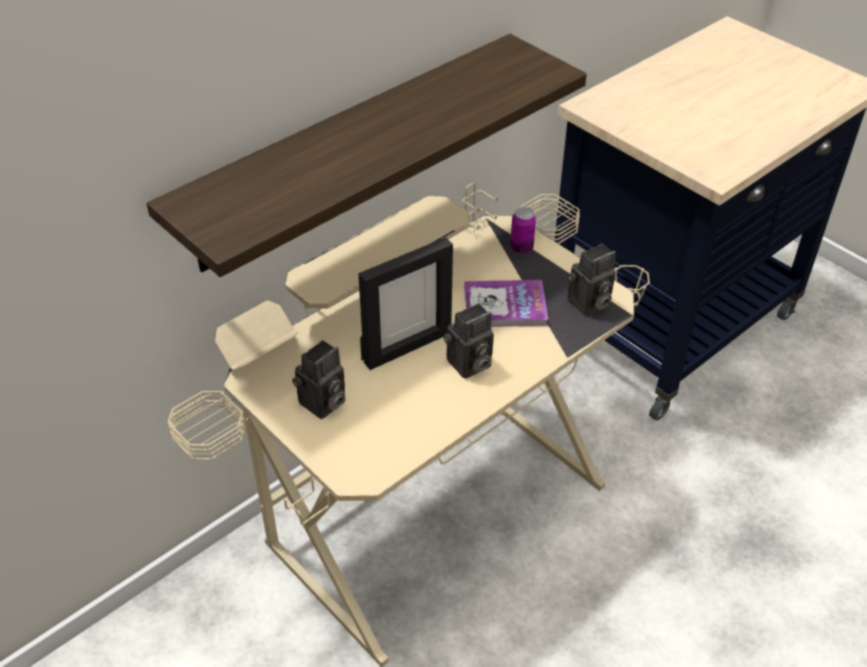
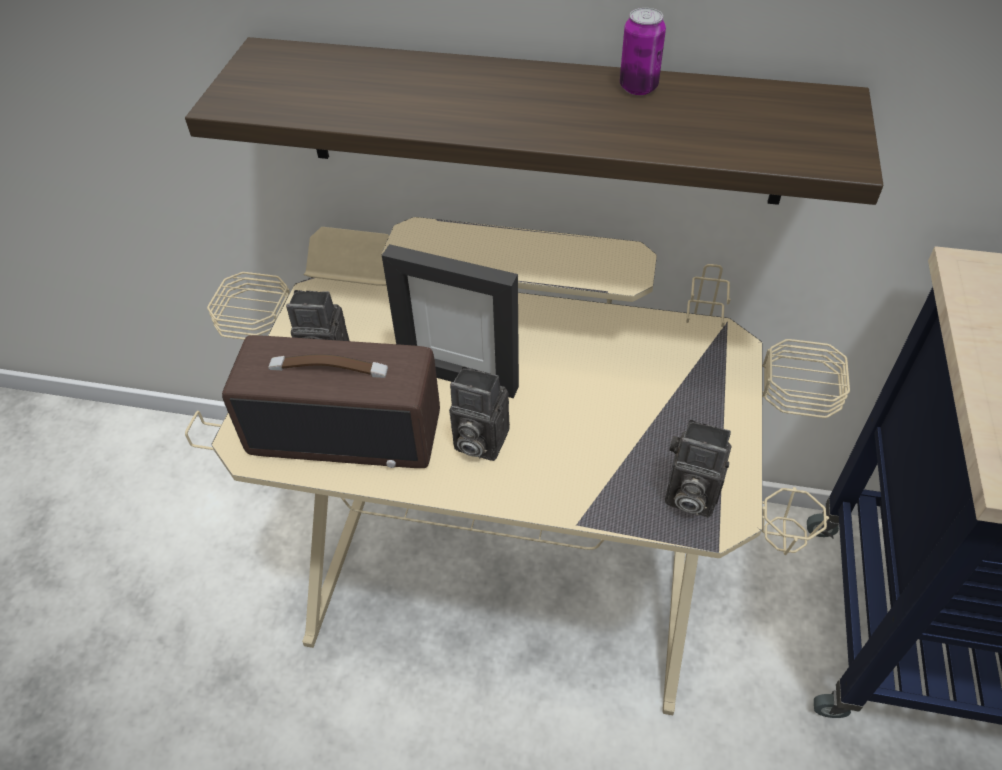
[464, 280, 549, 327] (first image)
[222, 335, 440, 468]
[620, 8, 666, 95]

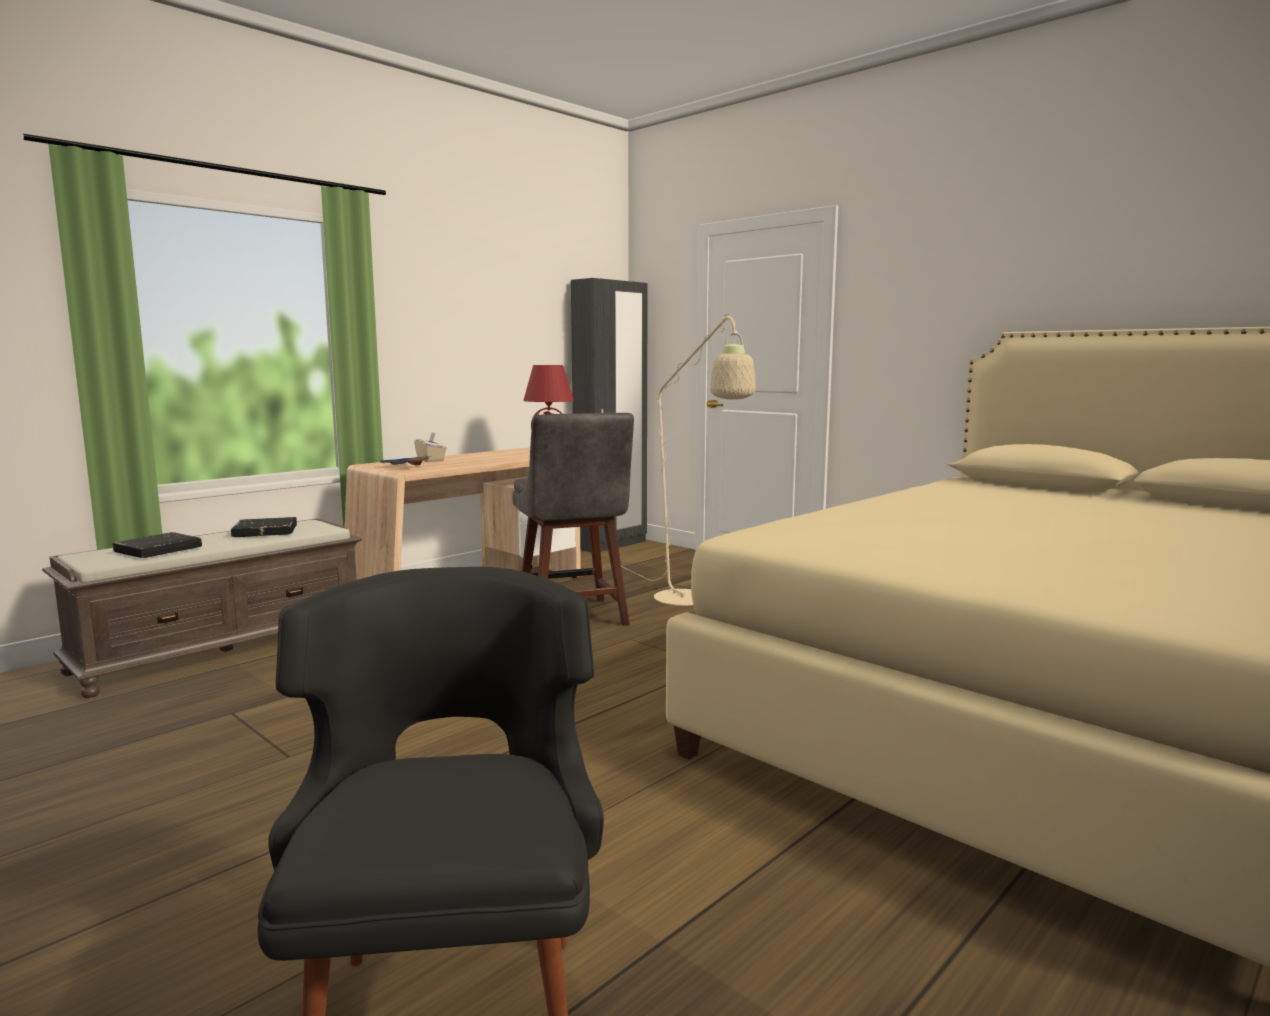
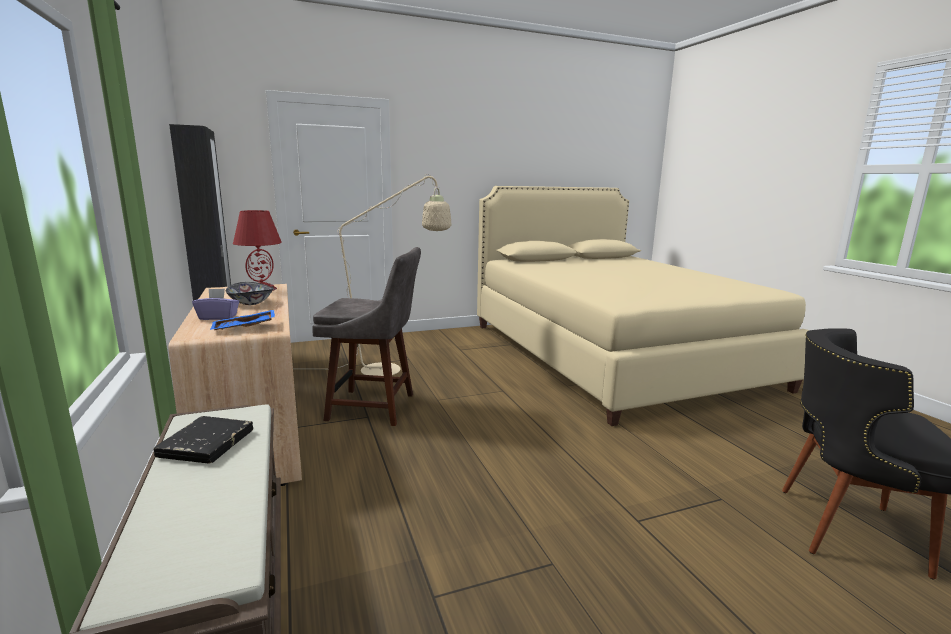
[113, 532, 202, 558] (first image)
[226, 282, 273, 305]
[192, 289, 239, 320]

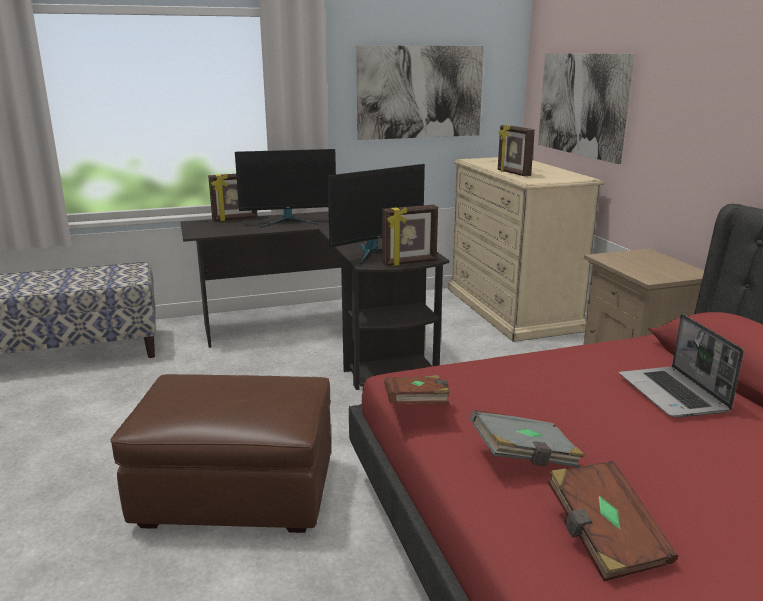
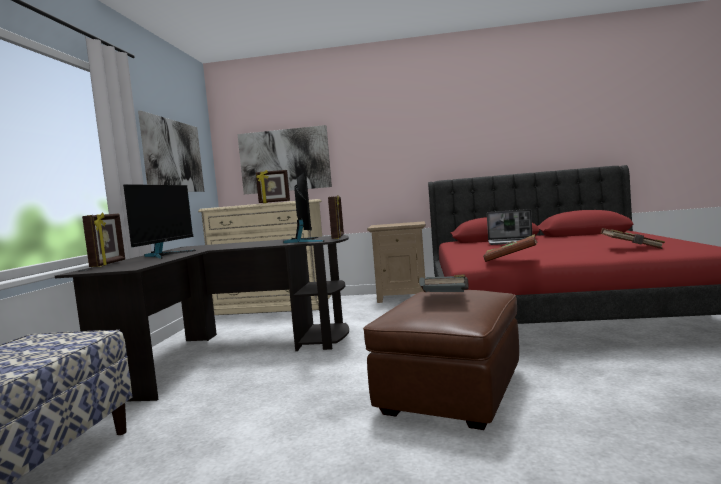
[419, 274, 469, 292]

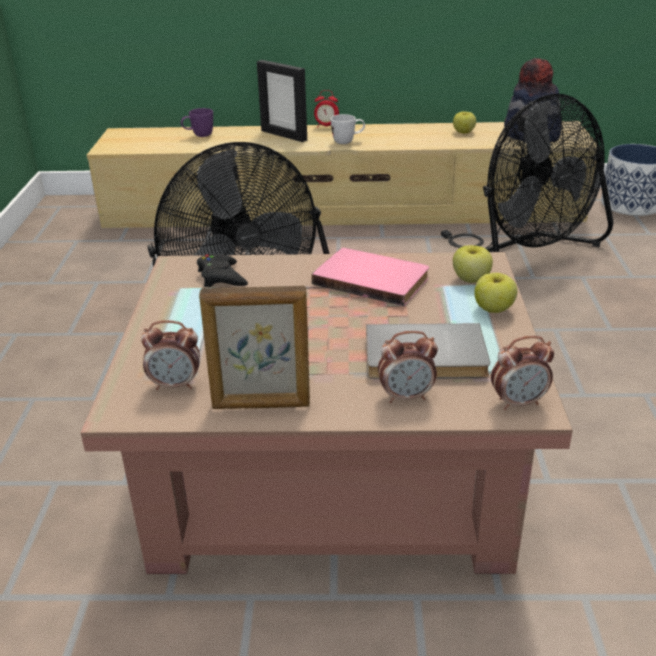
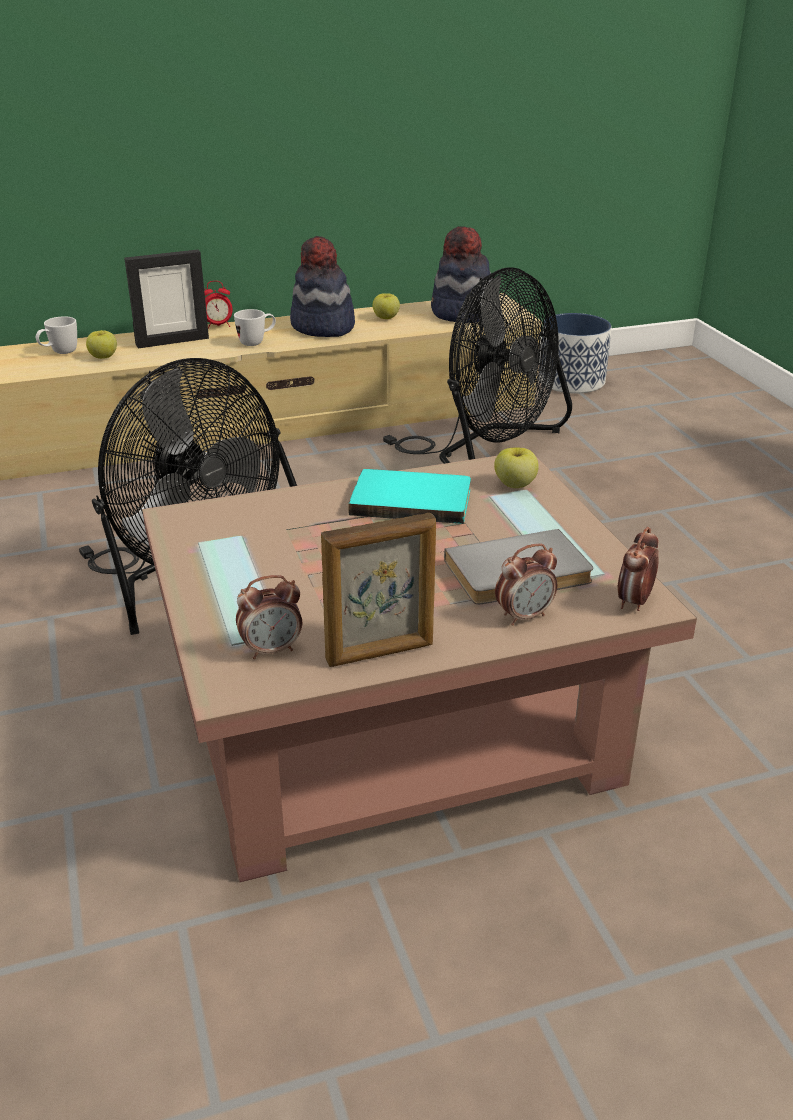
[197, 254, 248, 287] (first image)
[290, 236, 355, 337]
[86, 330, 117, 359]
[36, 316, 77, 354]
[348, 469, 471, 524]
[124, 249, 209, 348]
[617, 527, 659, 611]

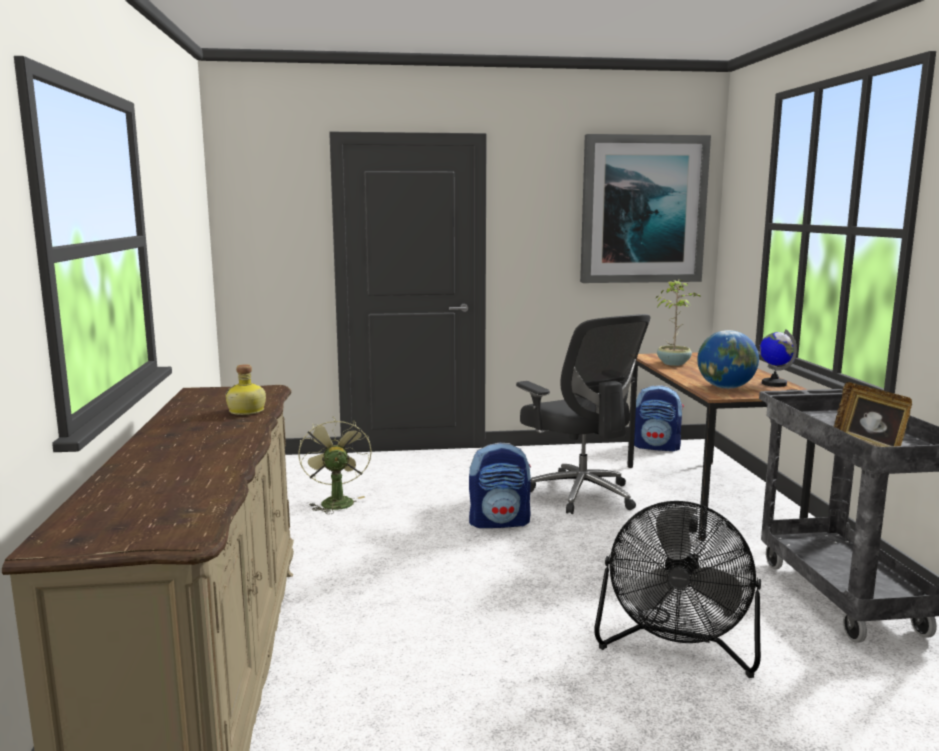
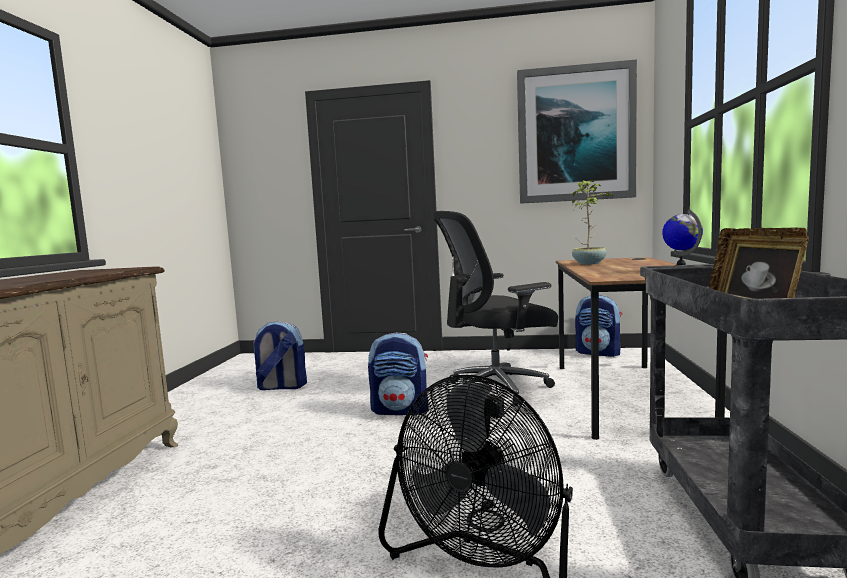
[225, 364, 266, 415] (first image)
[697, 330, 759, 389] (first image)
[252, 321, 307, 390]
[433, 211, 558, 406]

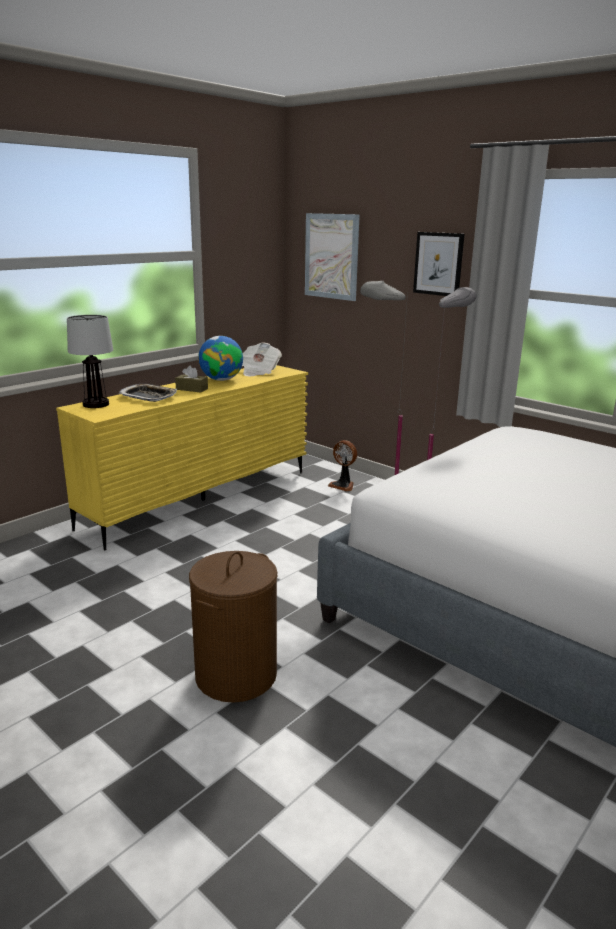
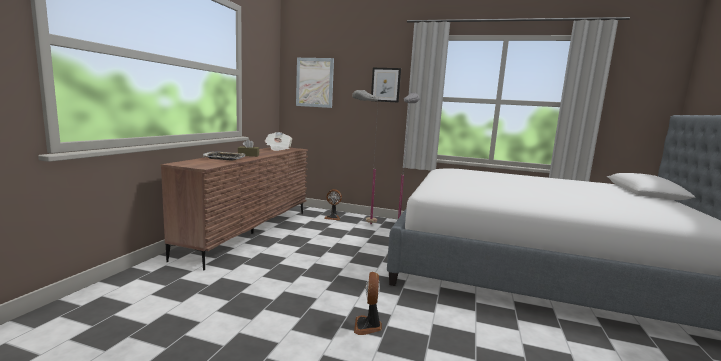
[67, 315, 113, 408] (first image)
[198, 336, 243, 381] (first image)
[354, 272, 382, 335]
[160, 147, 308, 270]

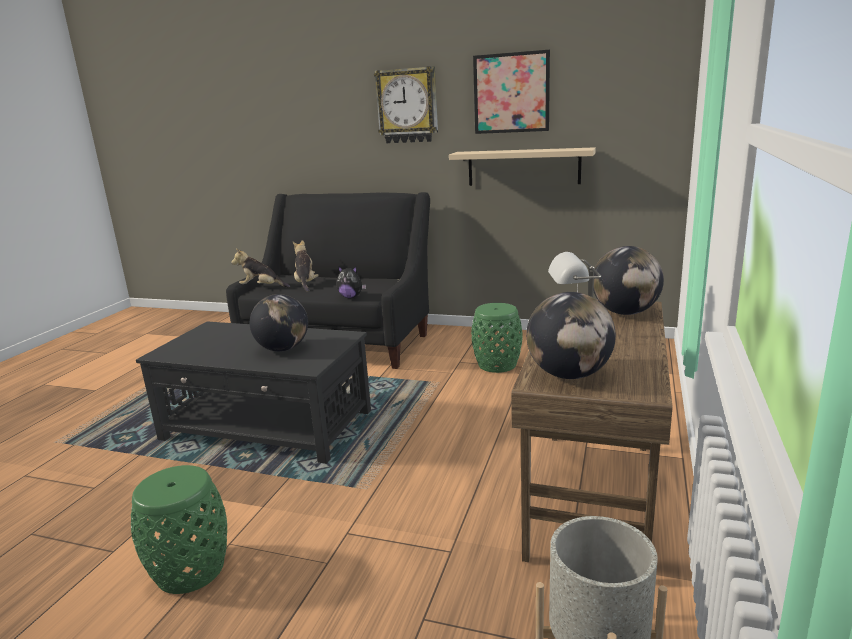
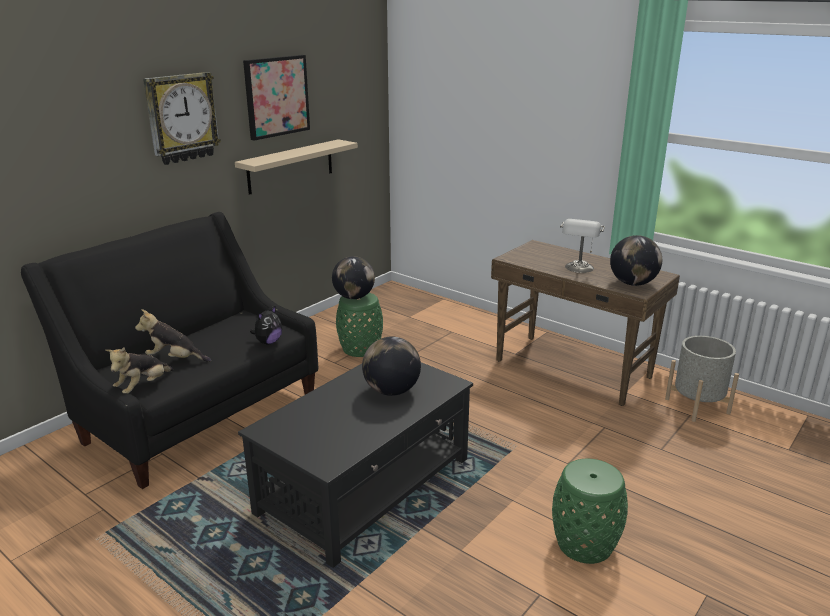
[332, 256, 375, 299]

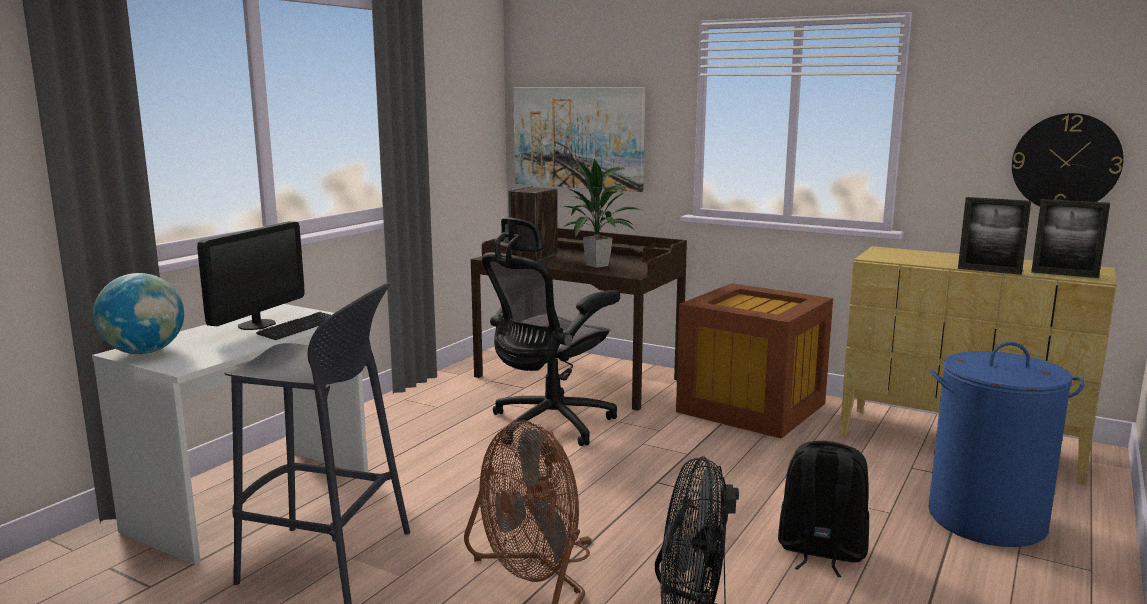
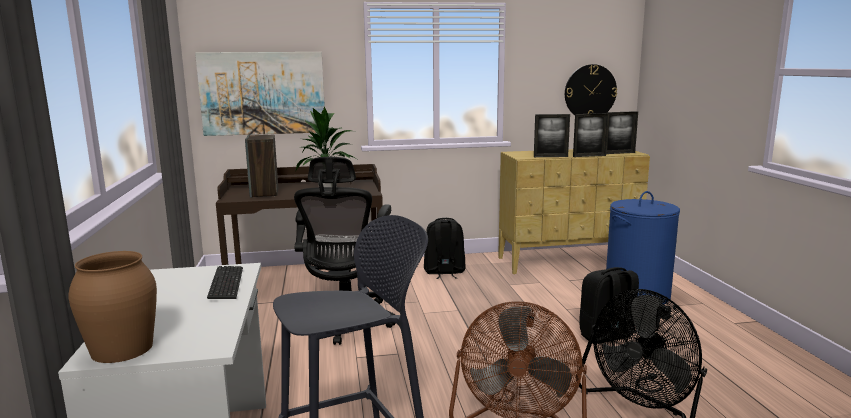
[197, 221, 305, 330] (first image)
[534, 114, 570, 157]
[69, 251, 157, 363]
[424, 218, 466, 279]

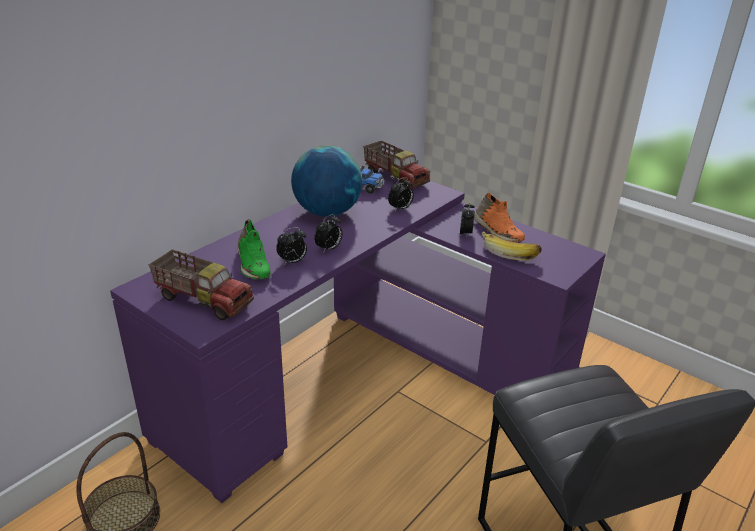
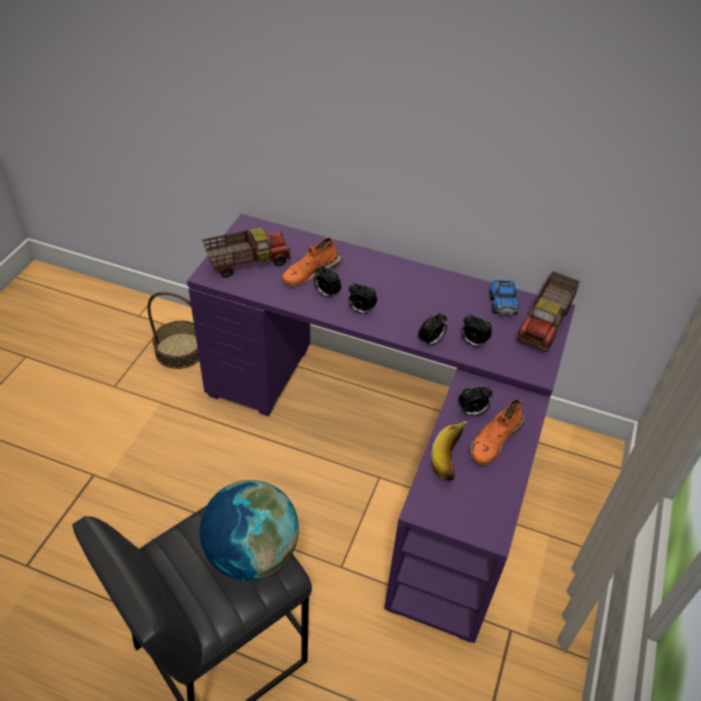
[418, 312, 447, 347]
[200, 480, 299, 581]
[282, 238, 342, 286]
[202, 228, 291, 278]

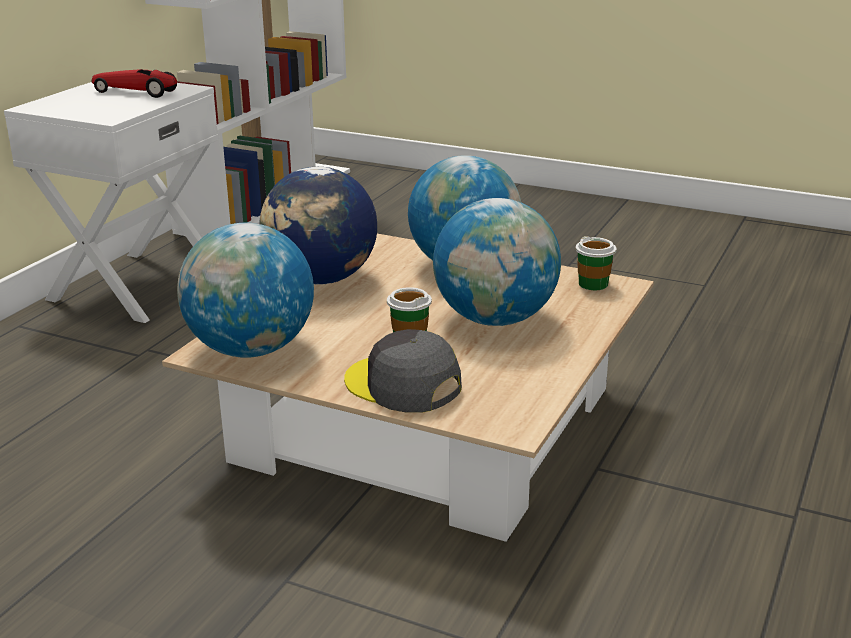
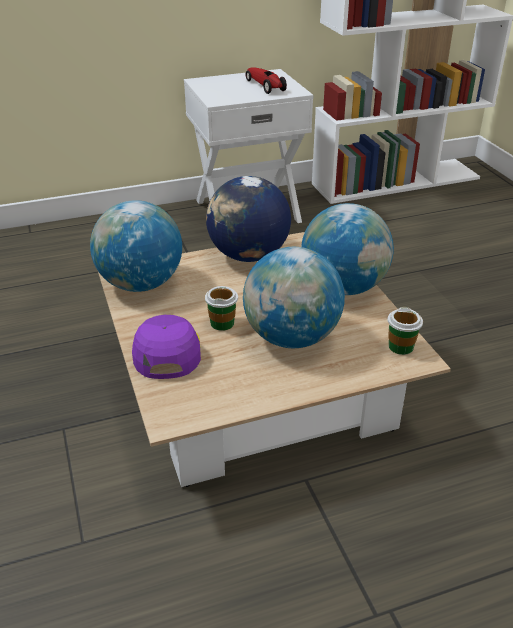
[132, 315, 201, 379]

